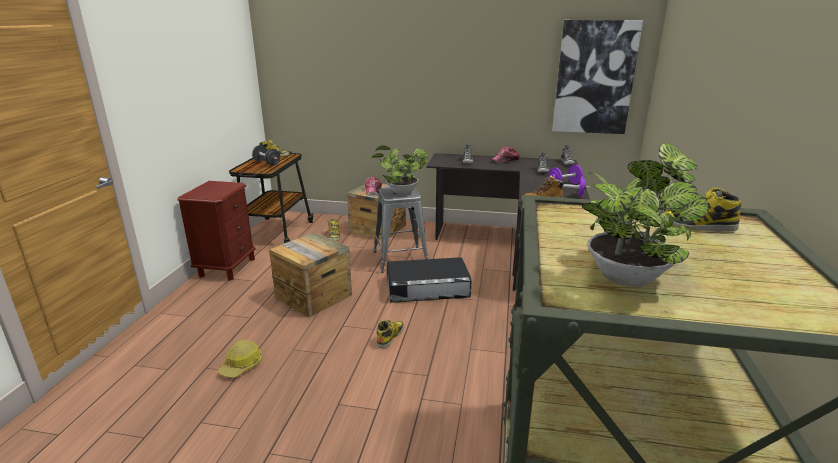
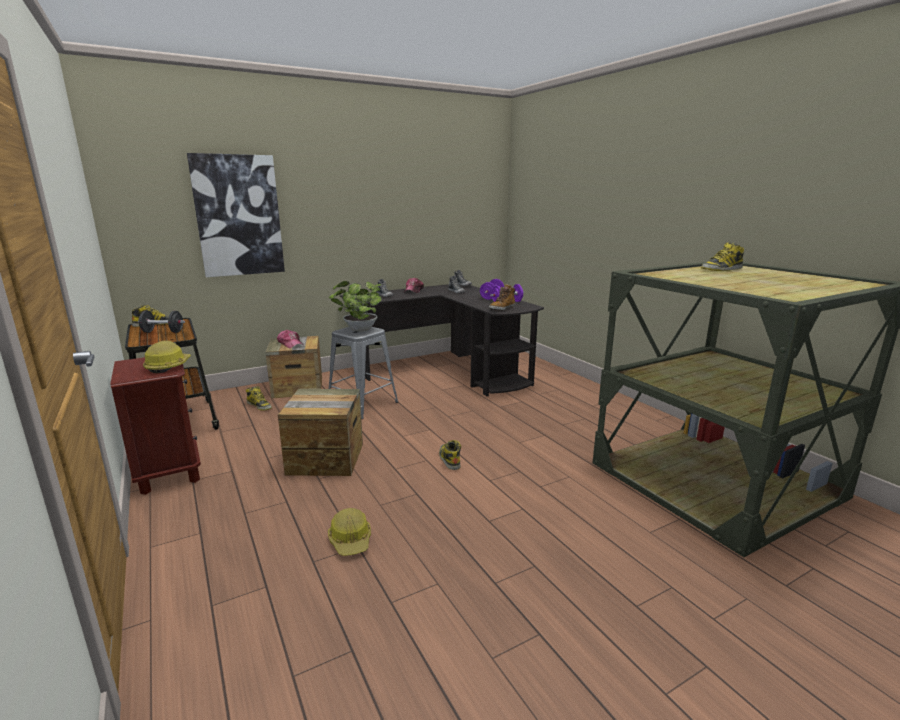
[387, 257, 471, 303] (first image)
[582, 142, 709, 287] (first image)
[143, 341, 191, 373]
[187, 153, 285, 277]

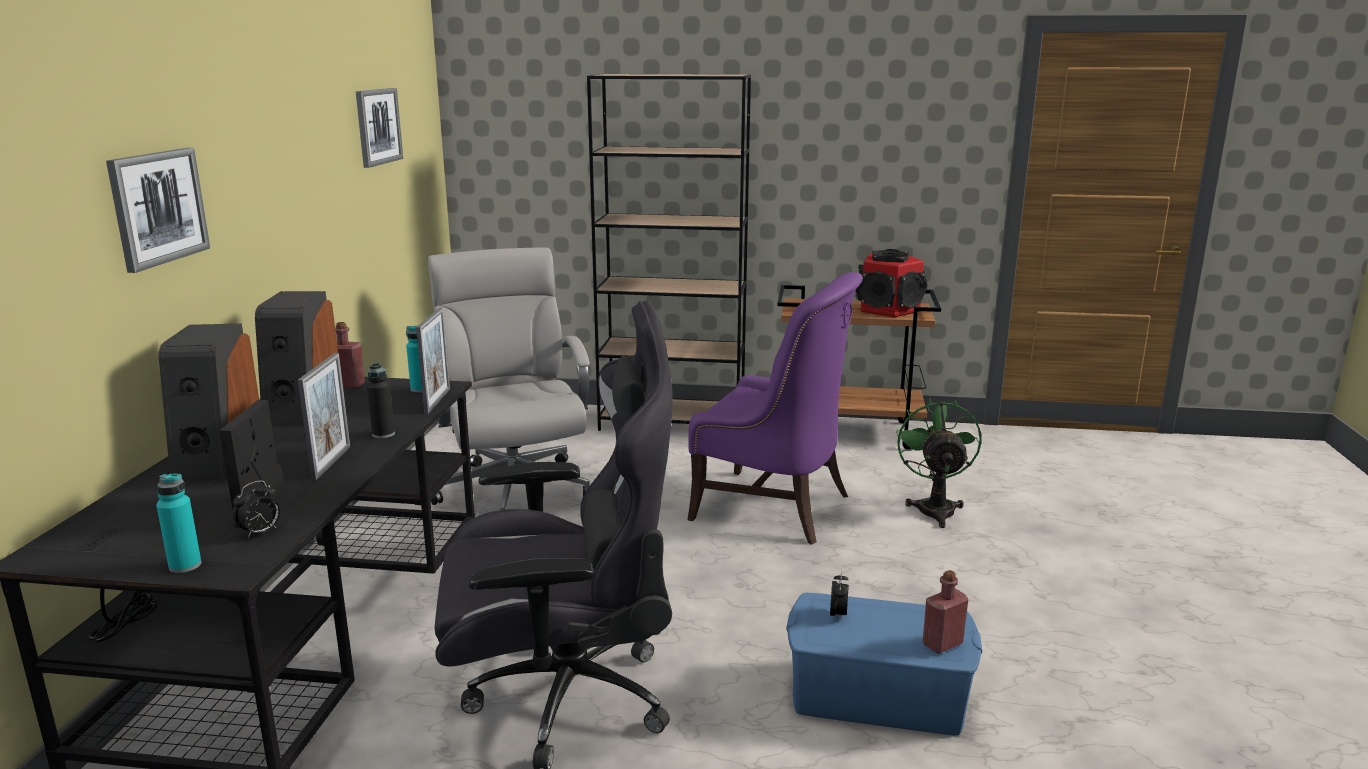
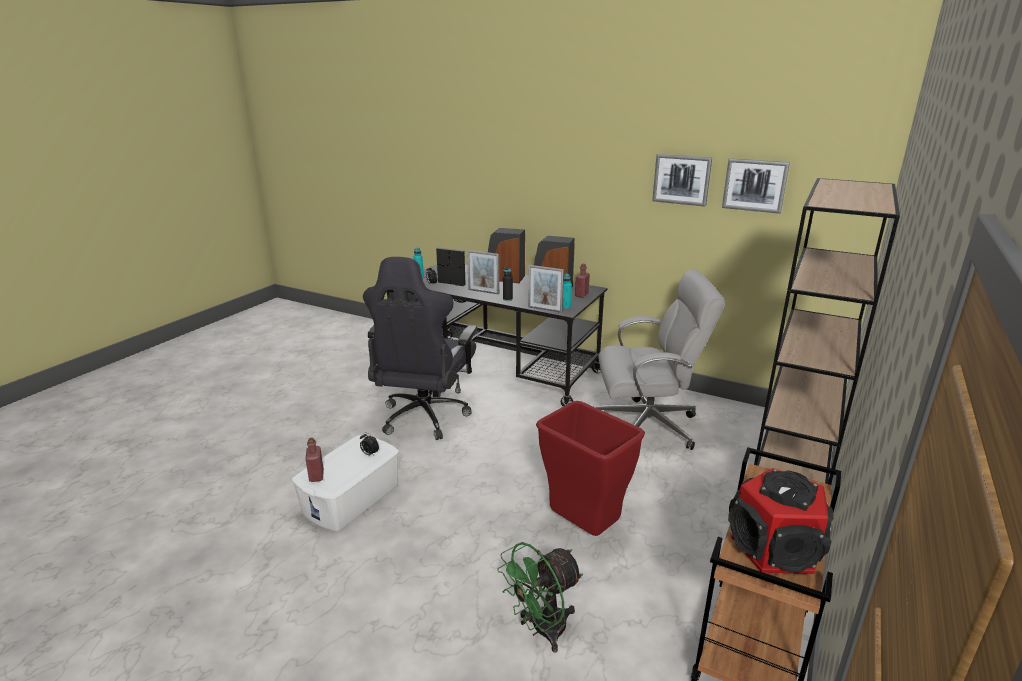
[652, 154, 712, 207]
[536, 401, 645, 536]
[292, 435, 399, 532]
[497, 542, 583, 653]

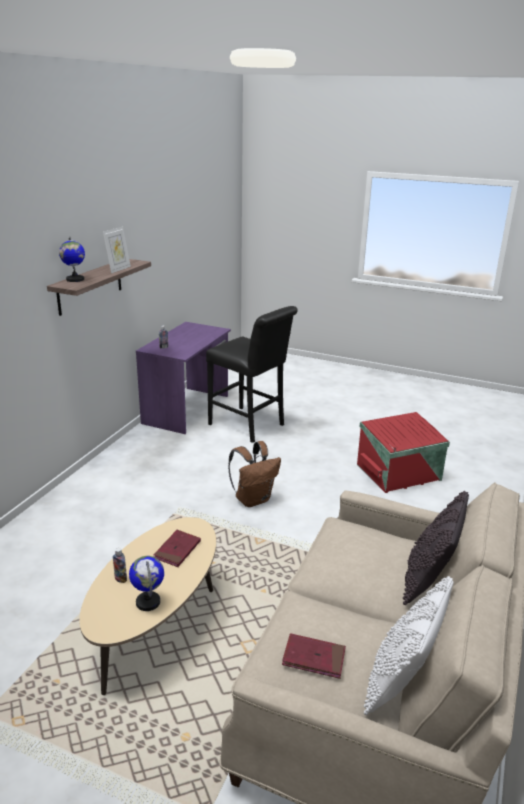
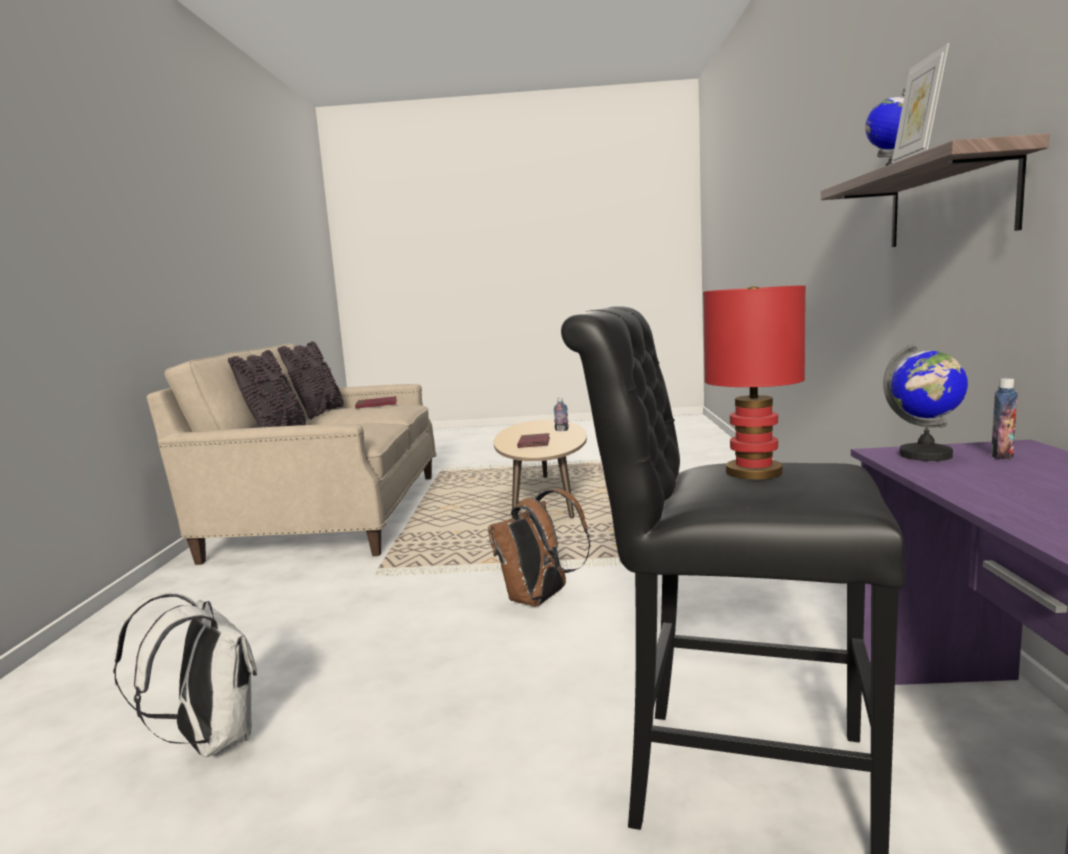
[703, 285, 806, 479]
[883, 342, 968, 461]
[113, 592, 257, 758]
[278, 341, 344, 419]

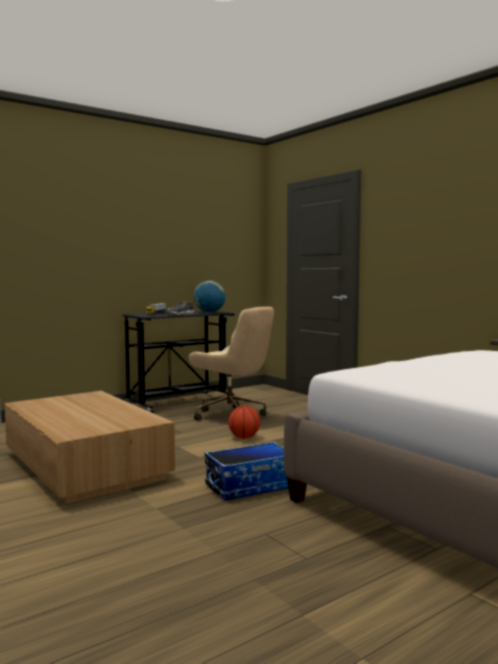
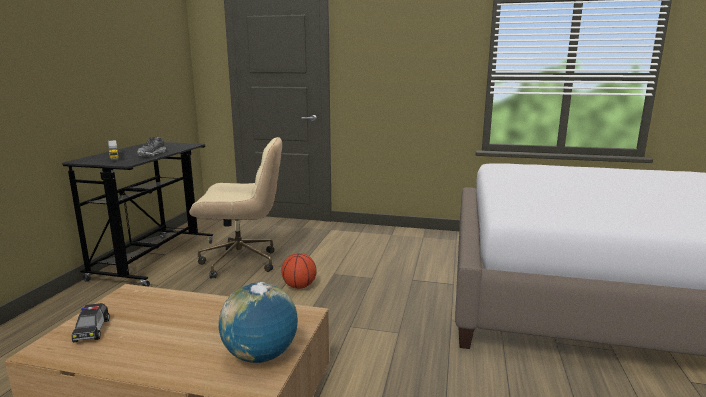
[204, 442, 288, 501] (first image)
[72, 303, 110, 343]
[219, 282, 298, 363]

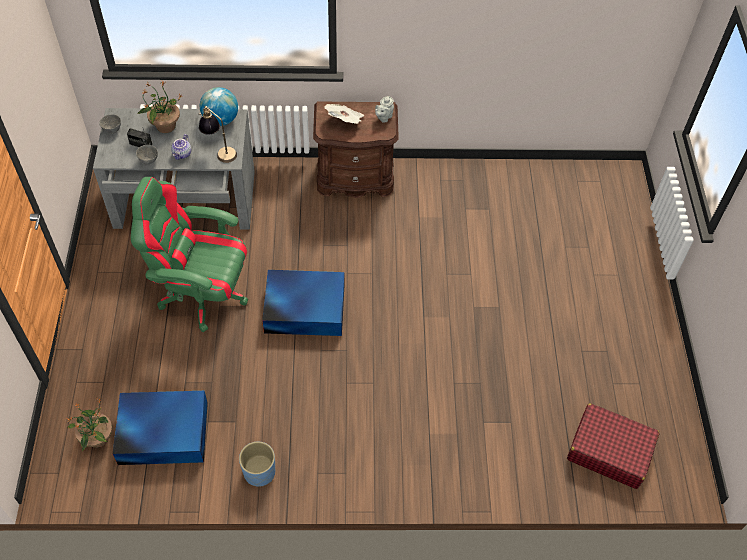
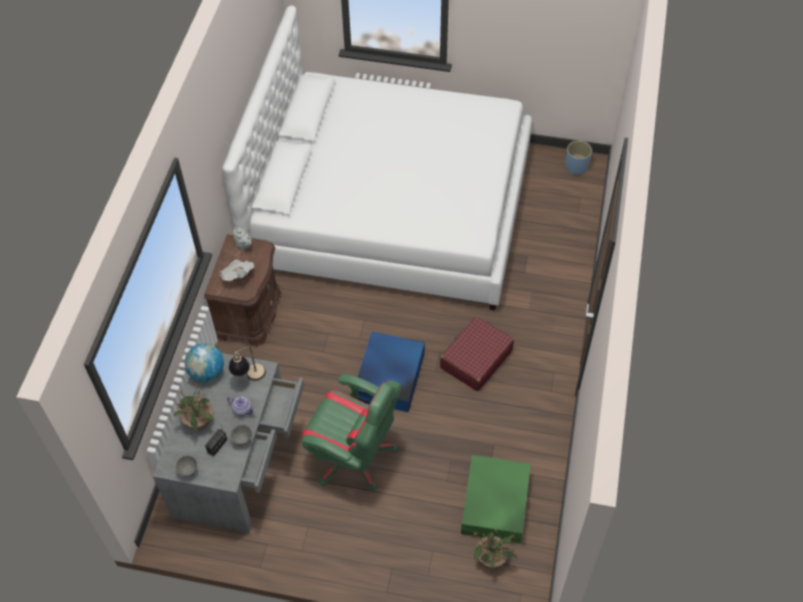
[222, 5, 532, 311]
[565, 141, 592, 175]
[440, 316, 514, 391]
[461, 455, 531, 543]
[302, 374, 401, 491]

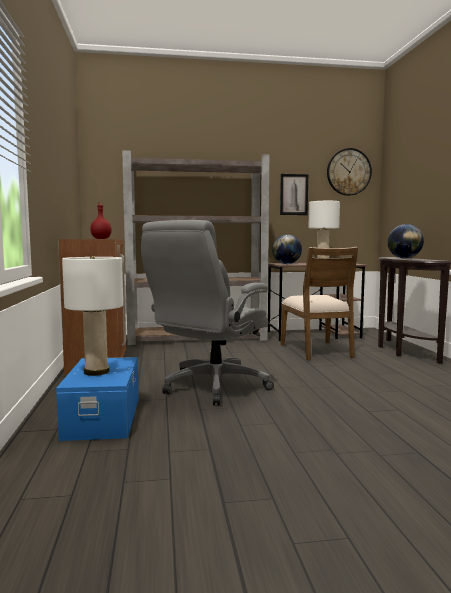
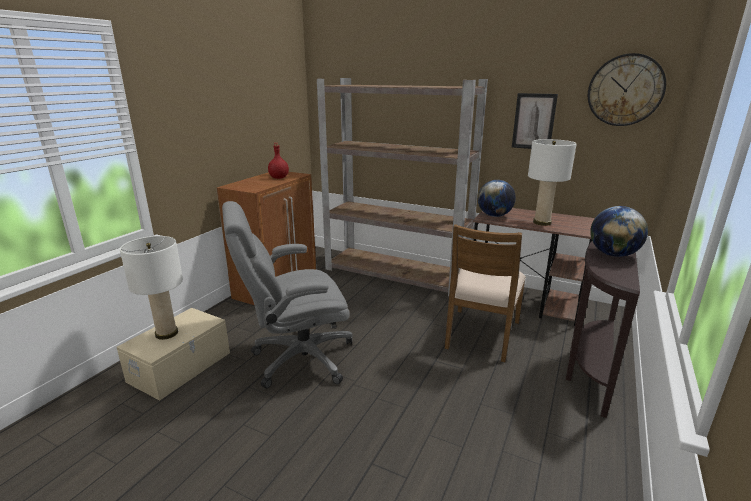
[117, 308, 230, 401]

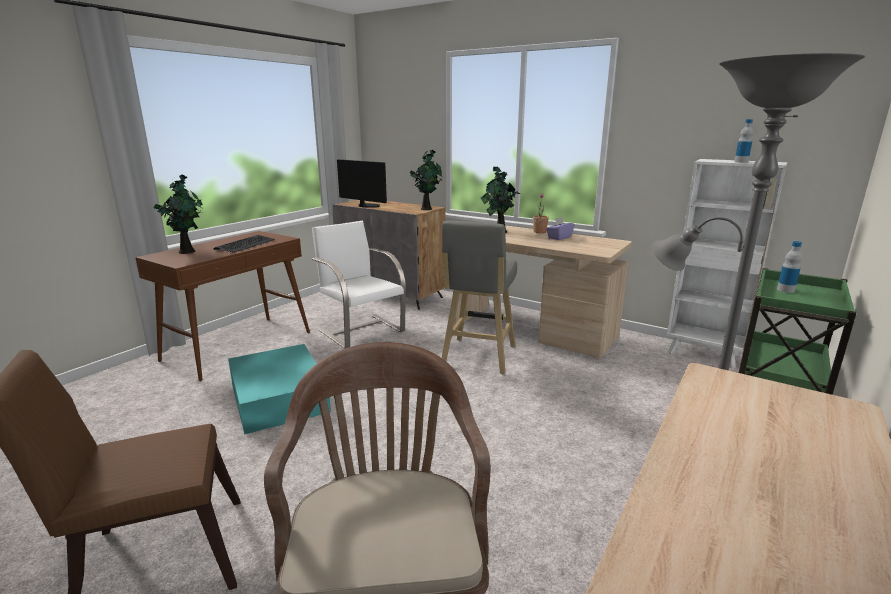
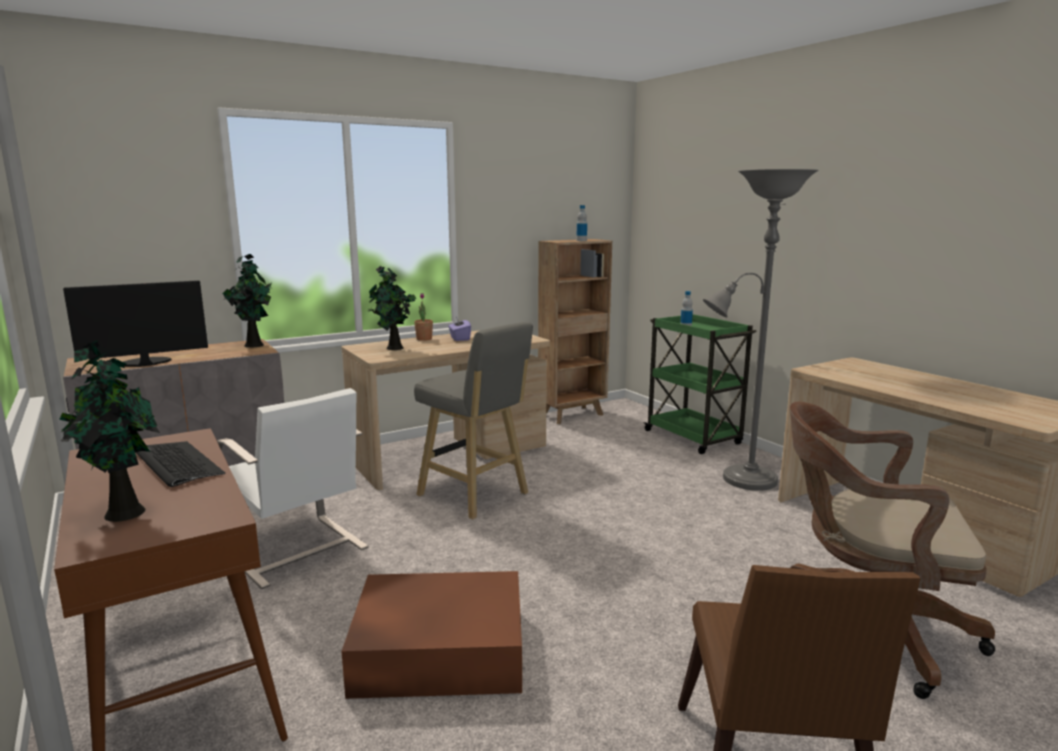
[341, 571, 522, 699]
[538, 239, 612, 424]
[217, 388, 369, 589]

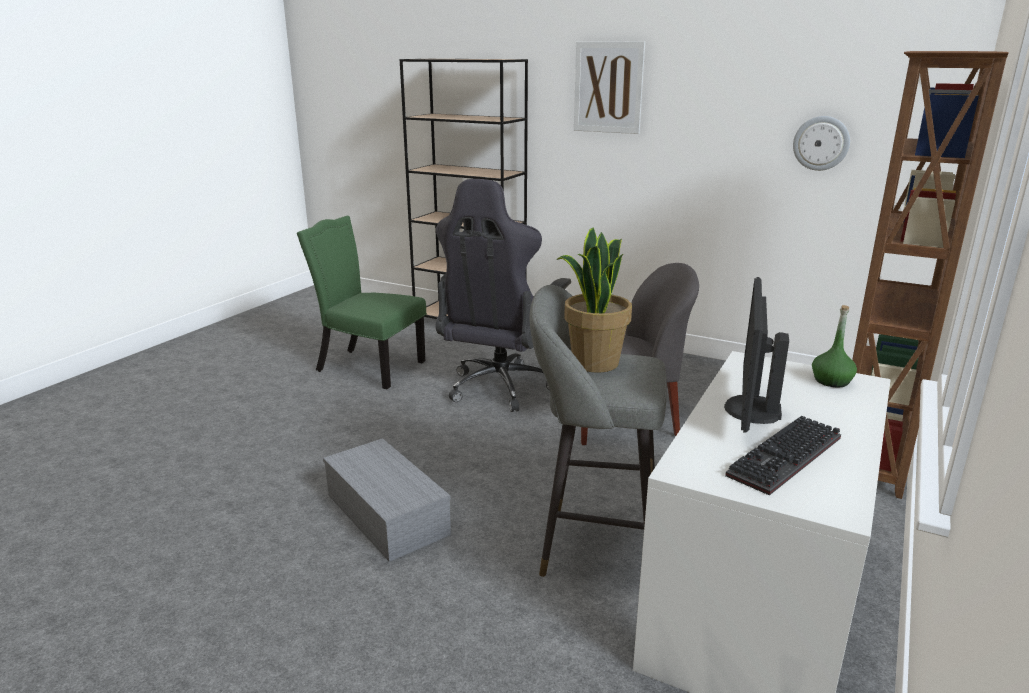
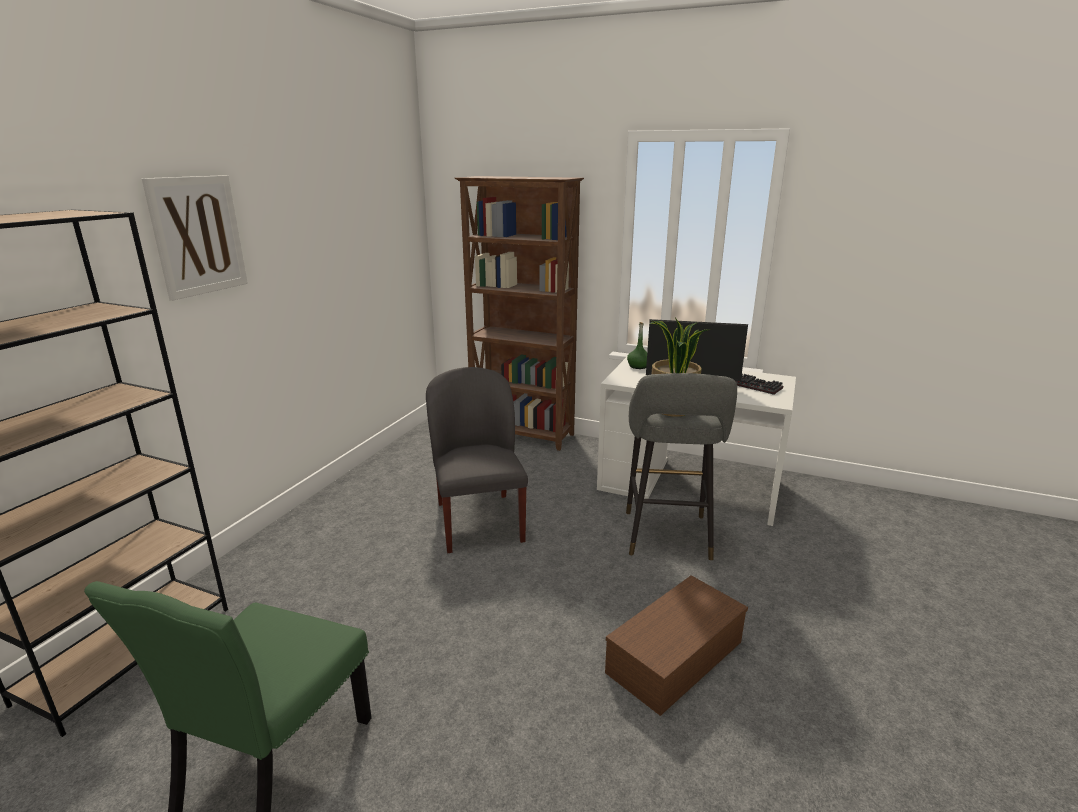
[436, 179, 571, 412] (first image)
[793, 116, 850, 171] (first image)
[605, 575, 748, 716]

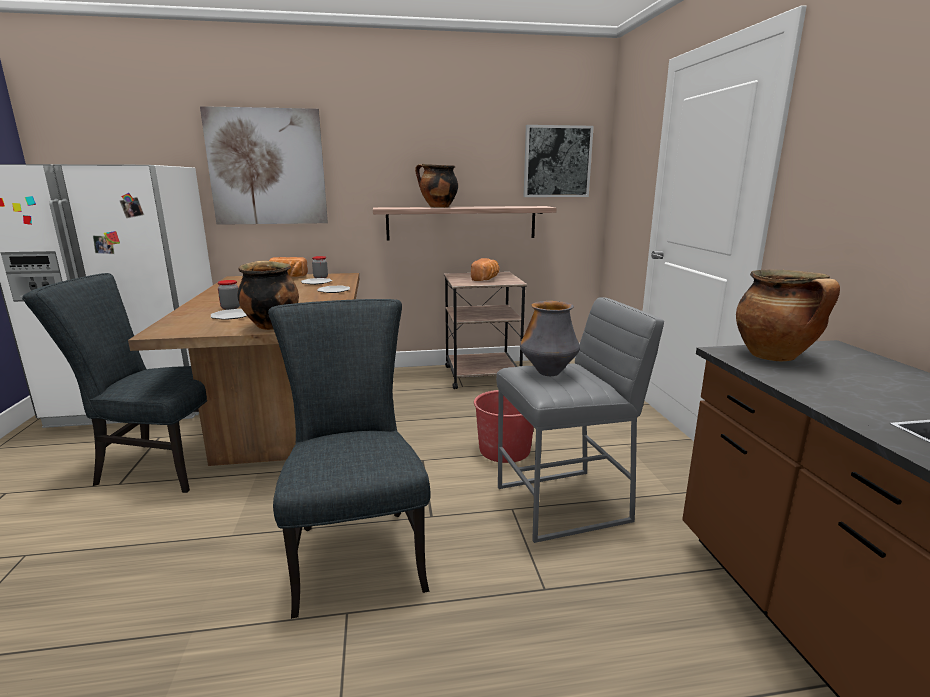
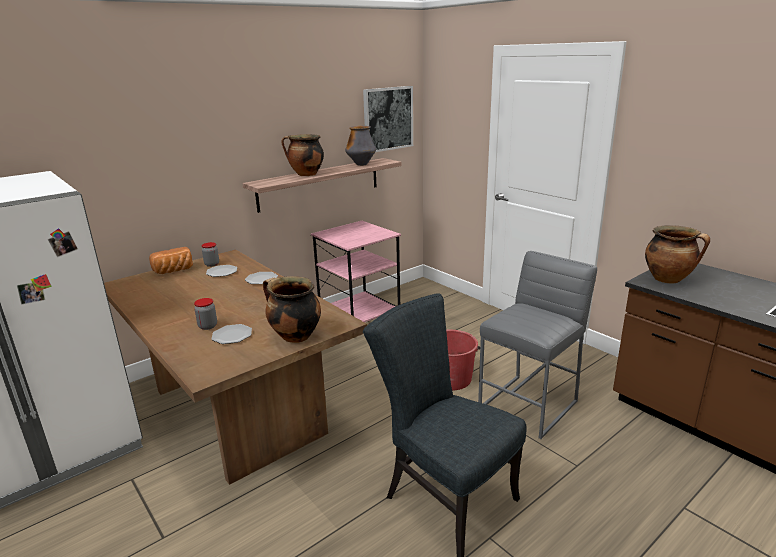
[22, 273, 207, 493] (first image)
[200, 106, 328, 225] (first image)
[471, 258, 499, 281] (first image)
[345, 126, 376, 166]
[311, 221, 401, 322]

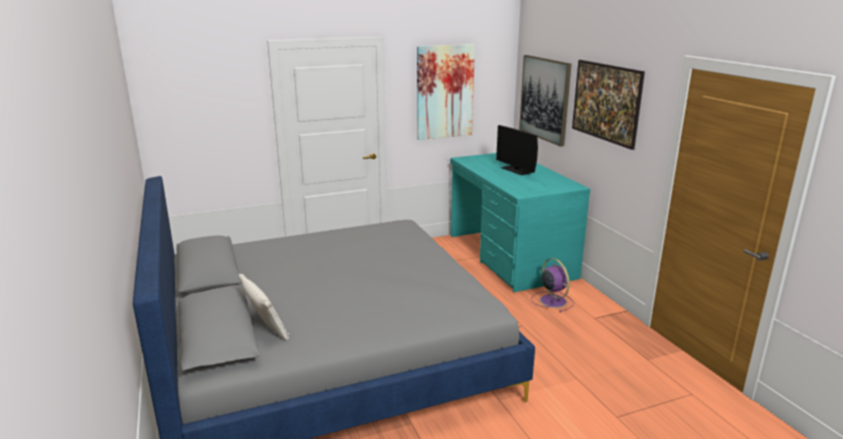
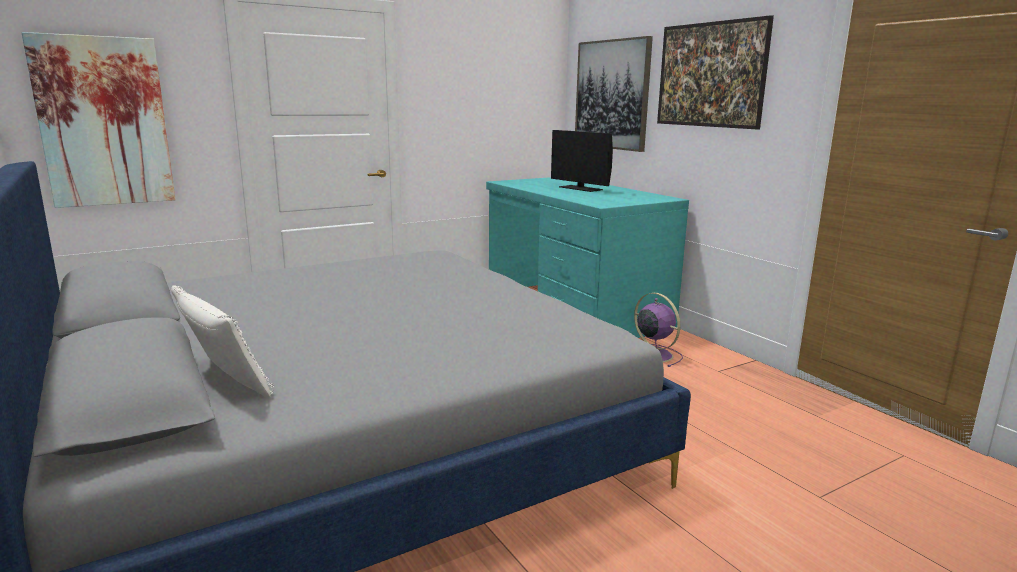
[21, 32, 176, 208]

